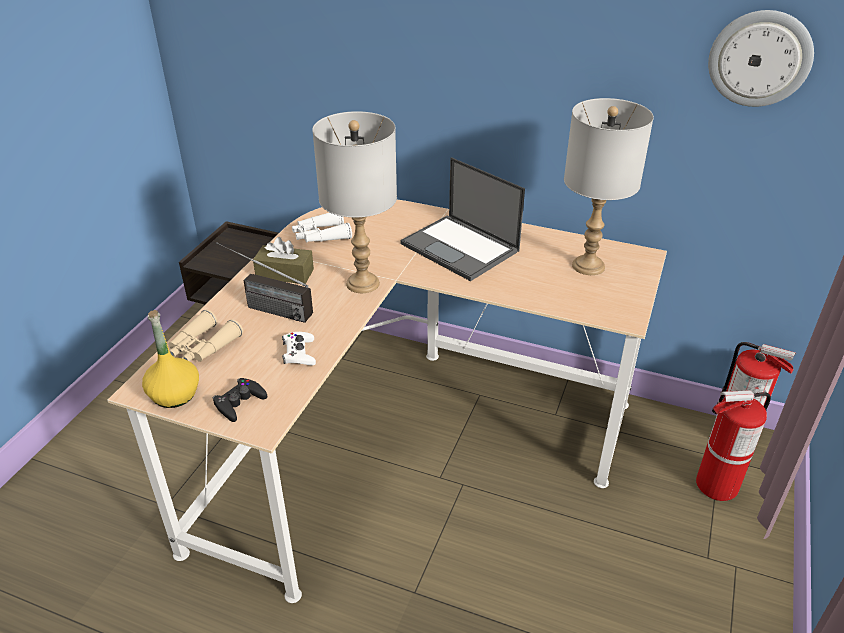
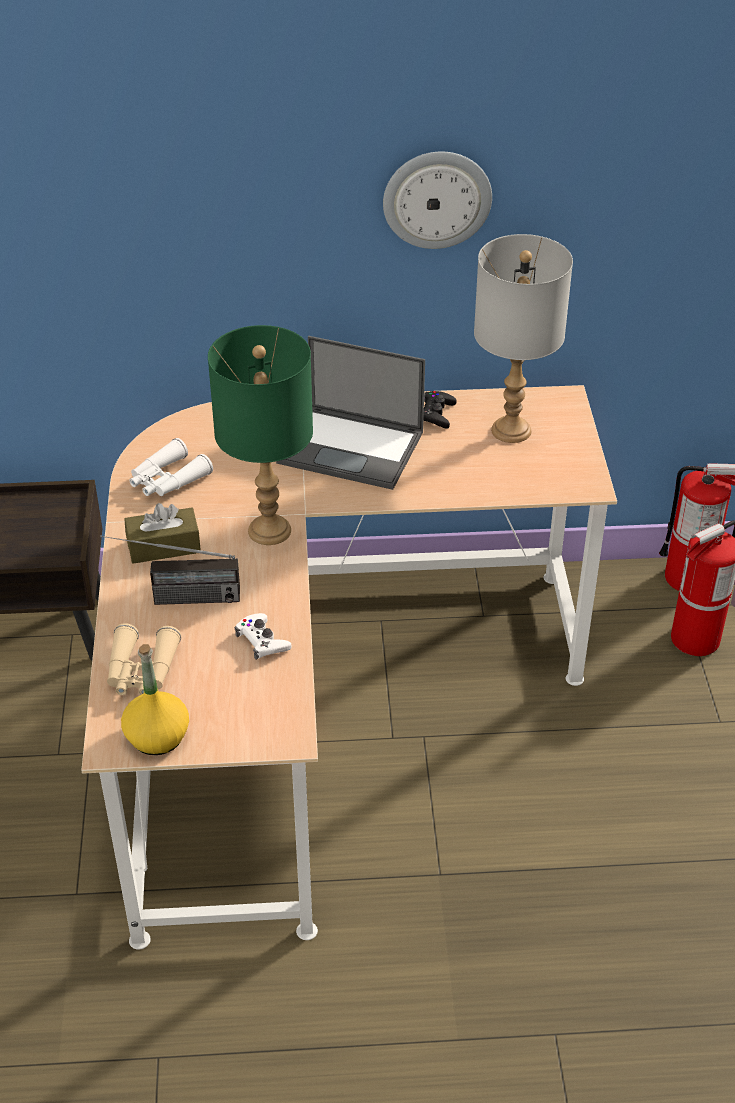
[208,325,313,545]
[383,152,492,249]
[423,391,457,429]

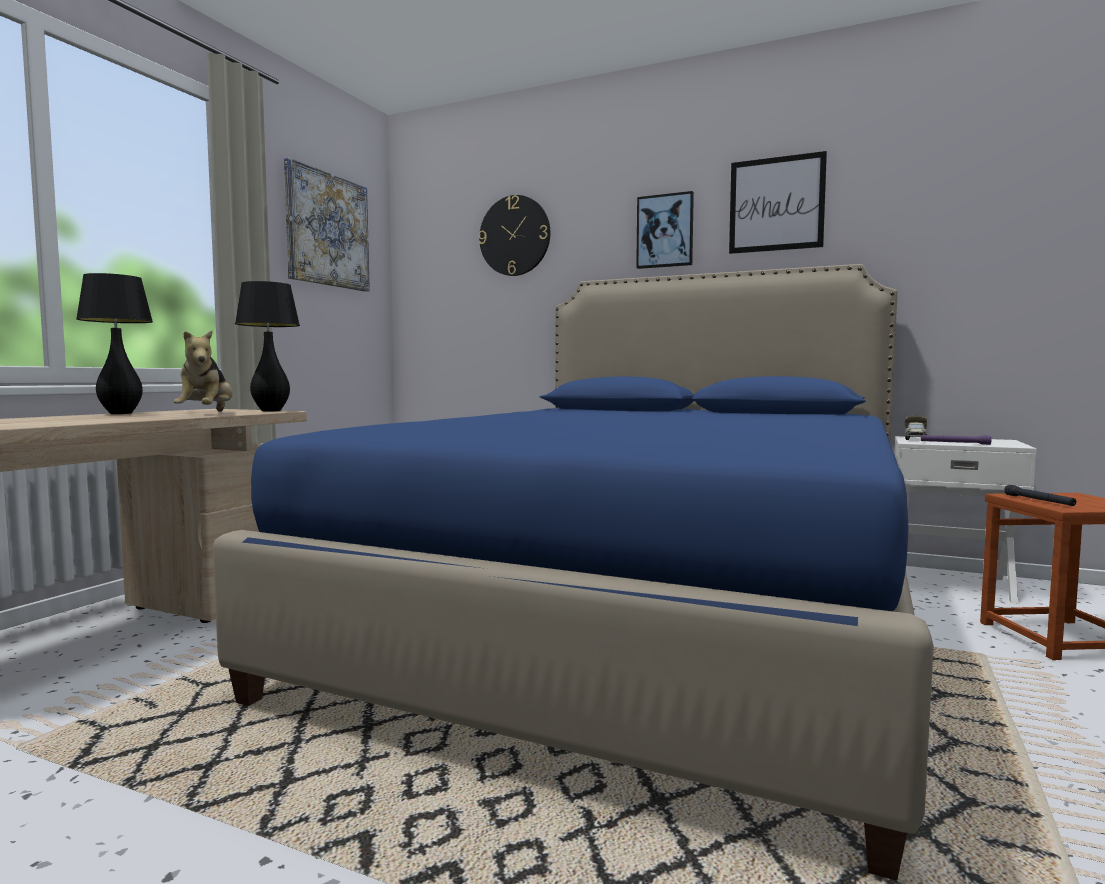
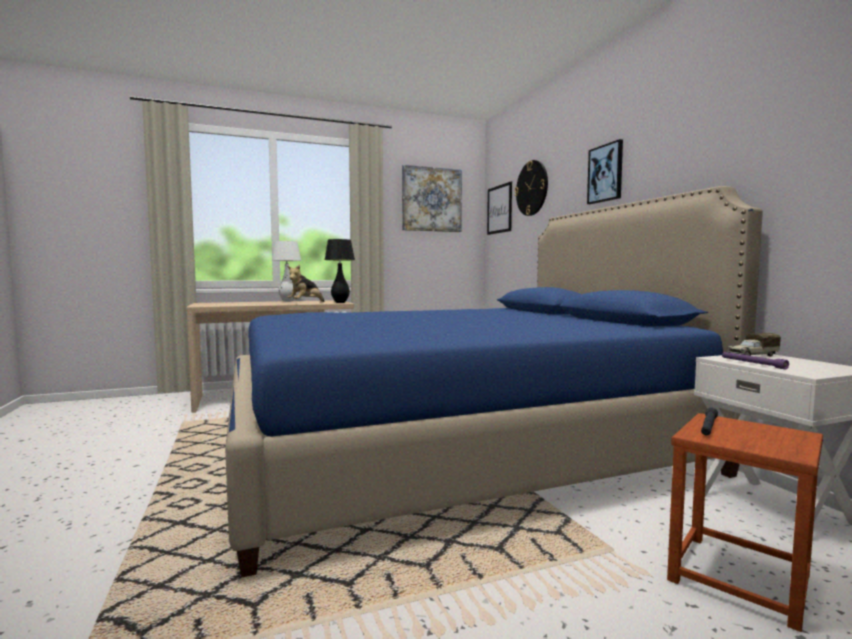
[272,241,301,302]
[487,181,512,235]

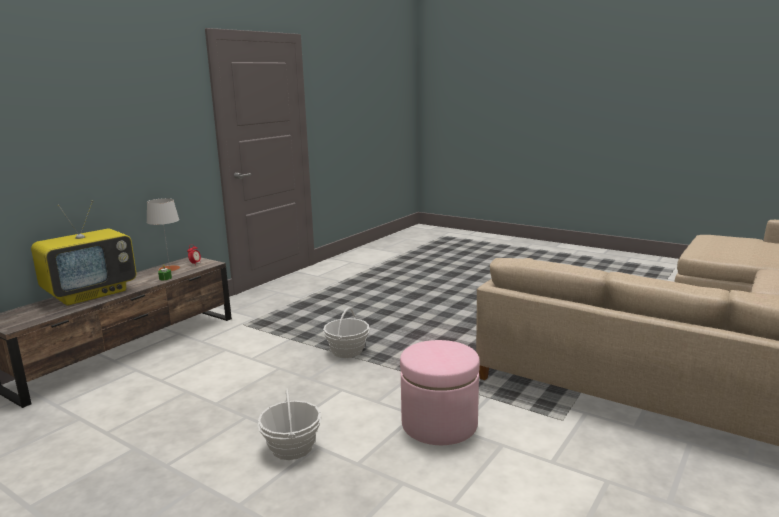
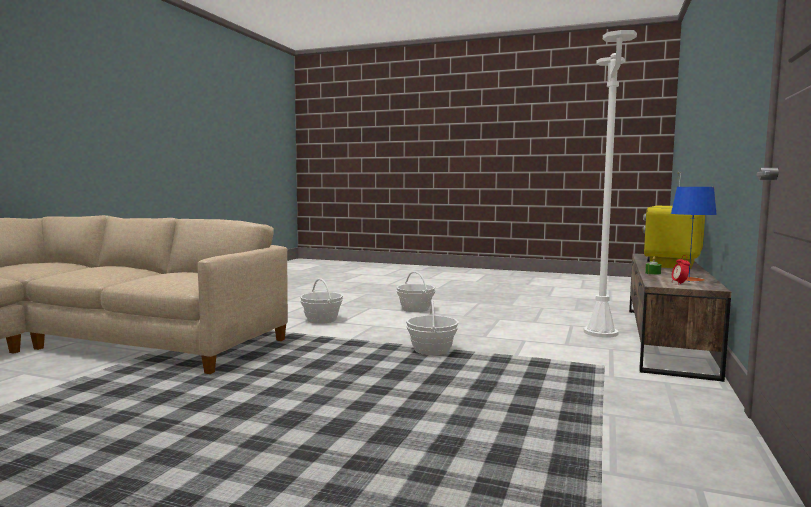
[300,278,343,324]
[584,30,637,338]
[671,187,717,281]

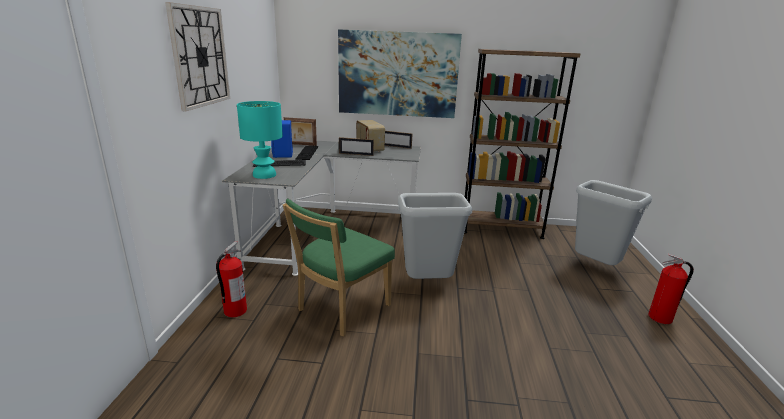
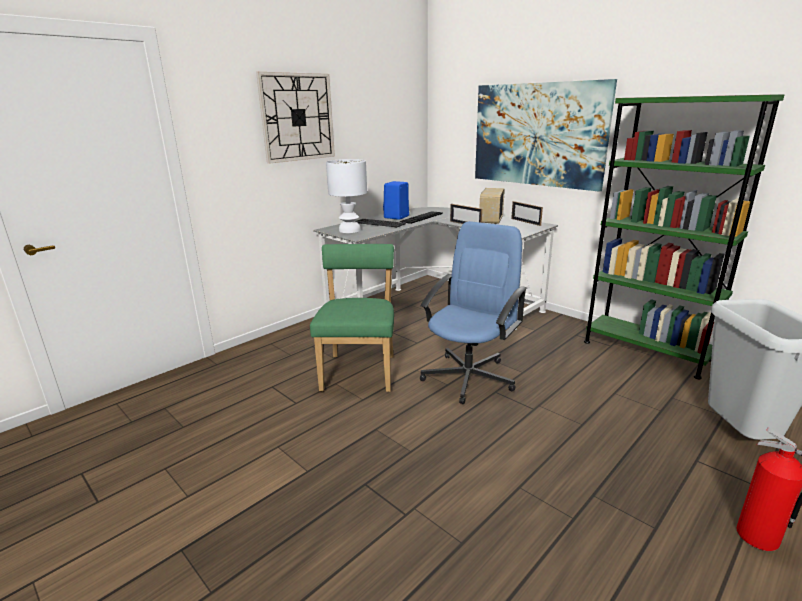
[310,244,394,392]
[326,159,367,233]
[420,221,527,404]
[584,94,784,379]
[216,241,247,317] (first image)
[284,117,317,146] (first image)

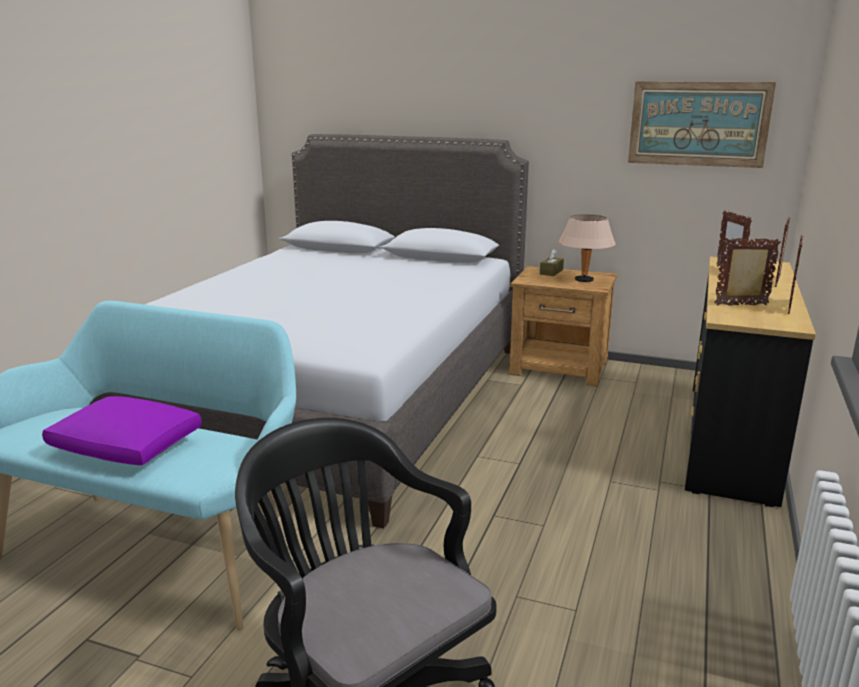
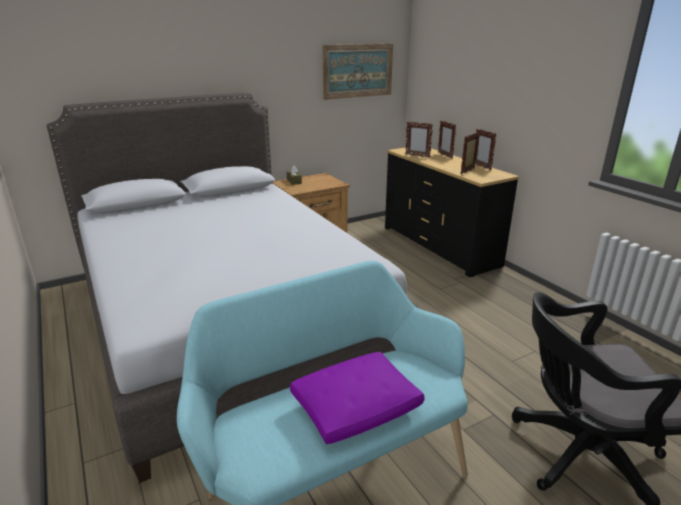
[558,214,616,282] (first image)

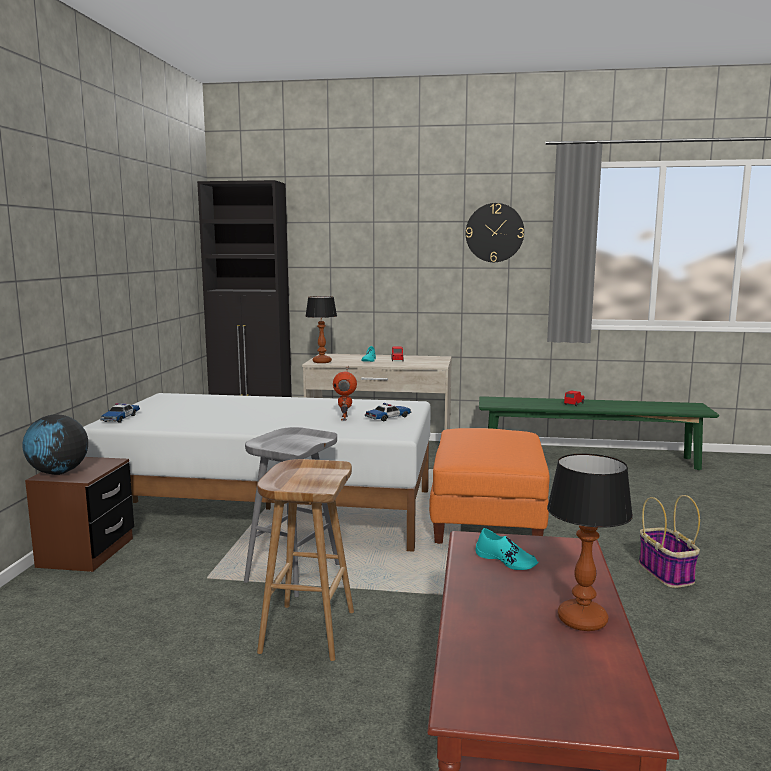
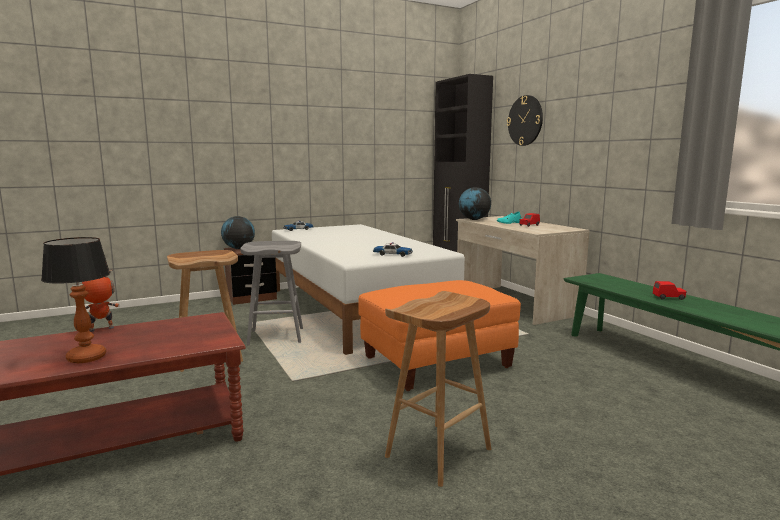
[81,269,120,332]
[385,291,491,487]
[459,187,491,220]
[507,95,543,146]
[475,528,538,570] (first image)

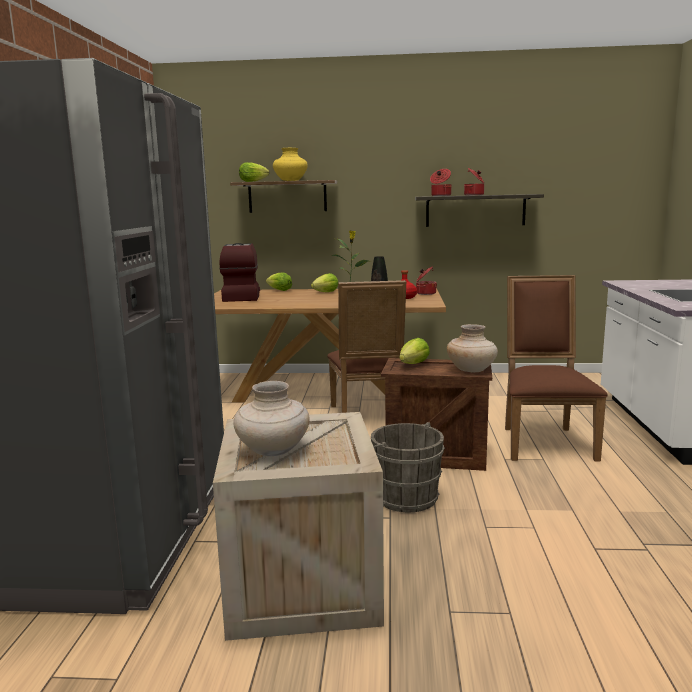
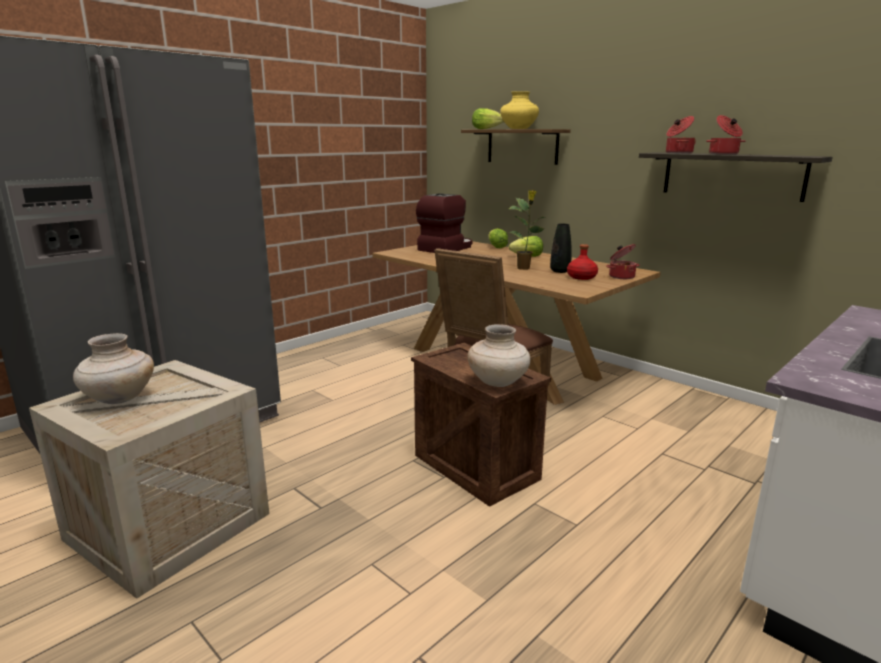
[371,422,445,512] (first image)
[399,338,430,364] (first image)
[505,275,608,461] (first image)

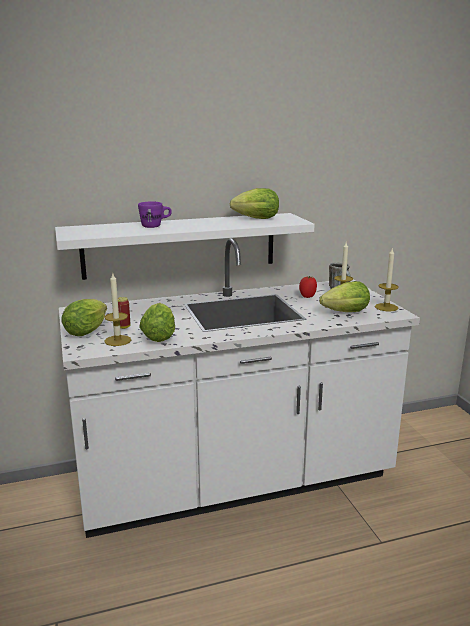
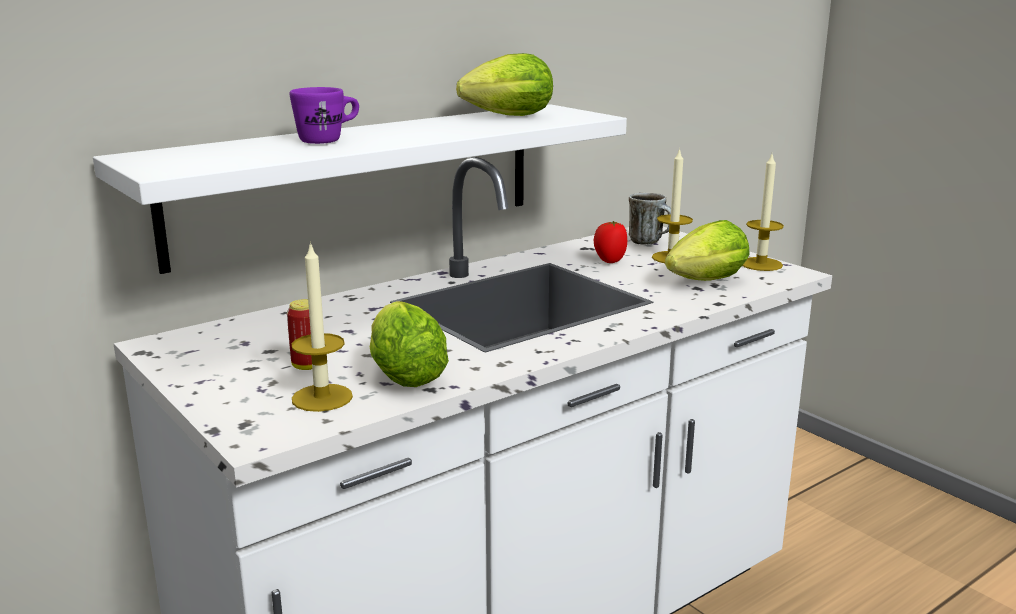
[61,299,107,336] (first image)

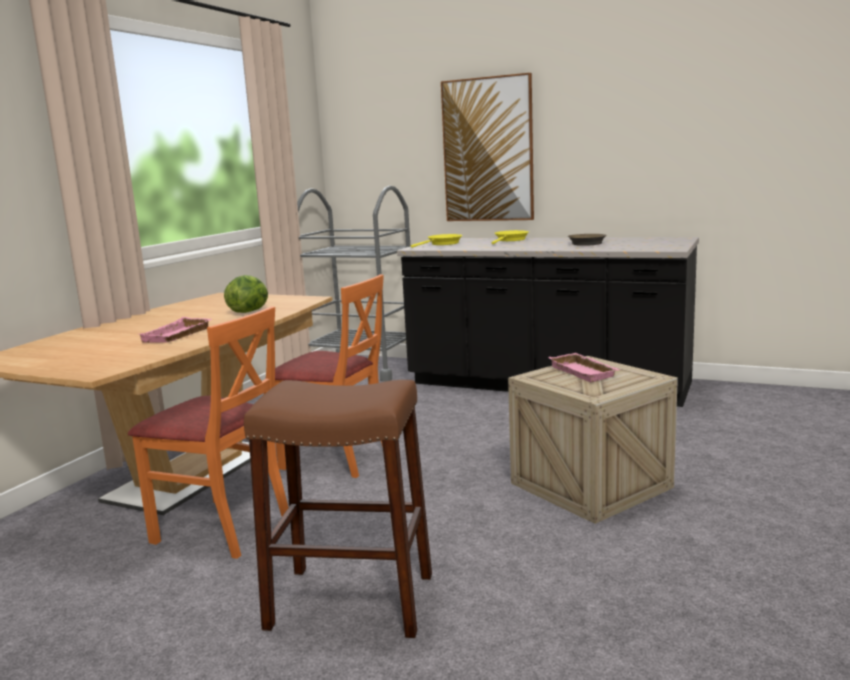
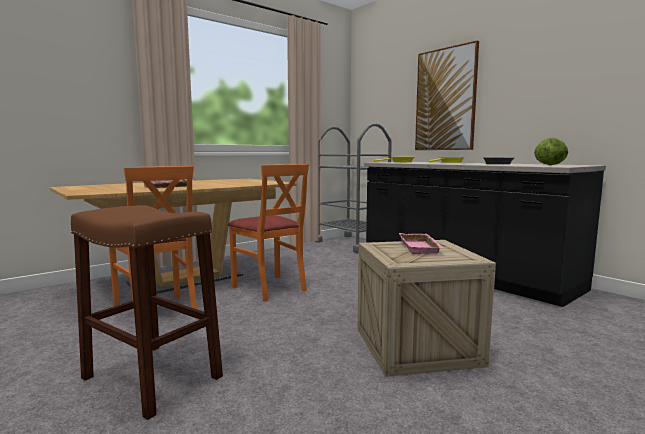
[534,137,568,165]

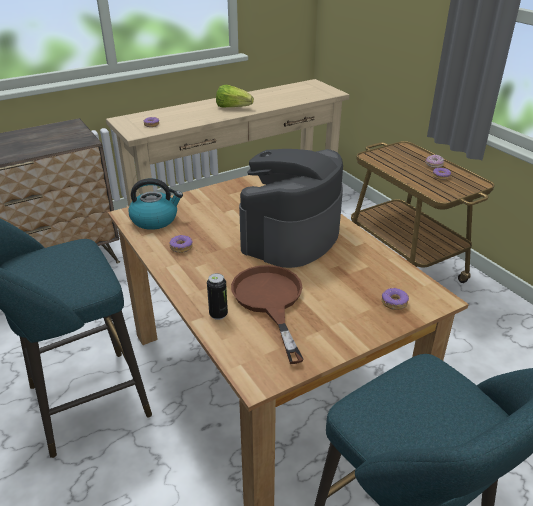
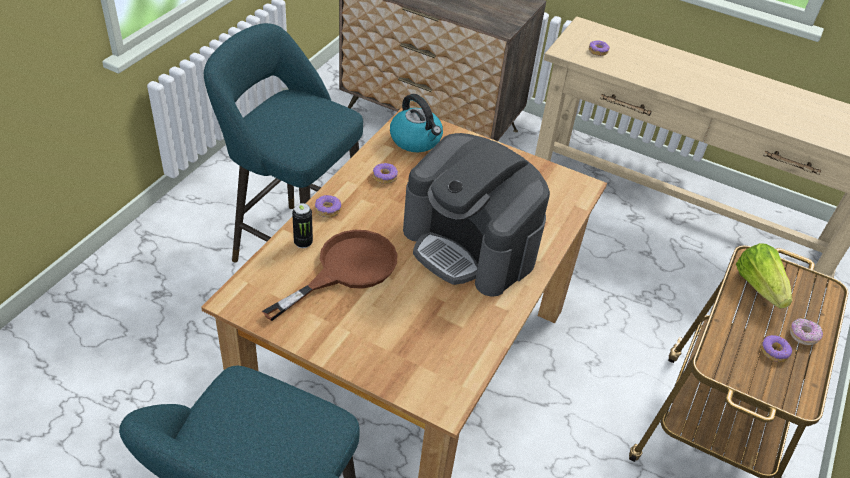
[315,195,341,218]
[403,133,550,297]
[736,243,792,308]

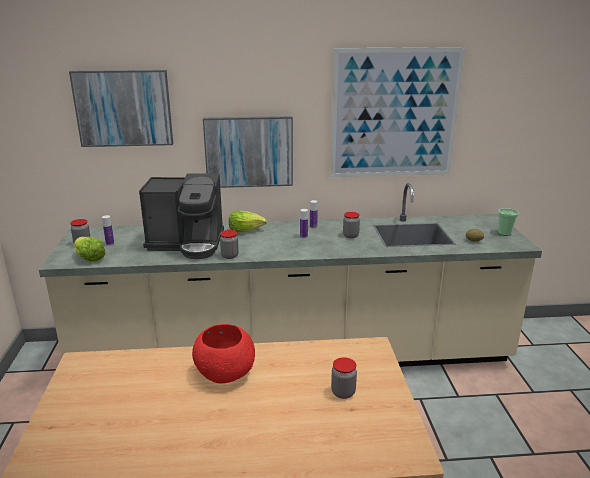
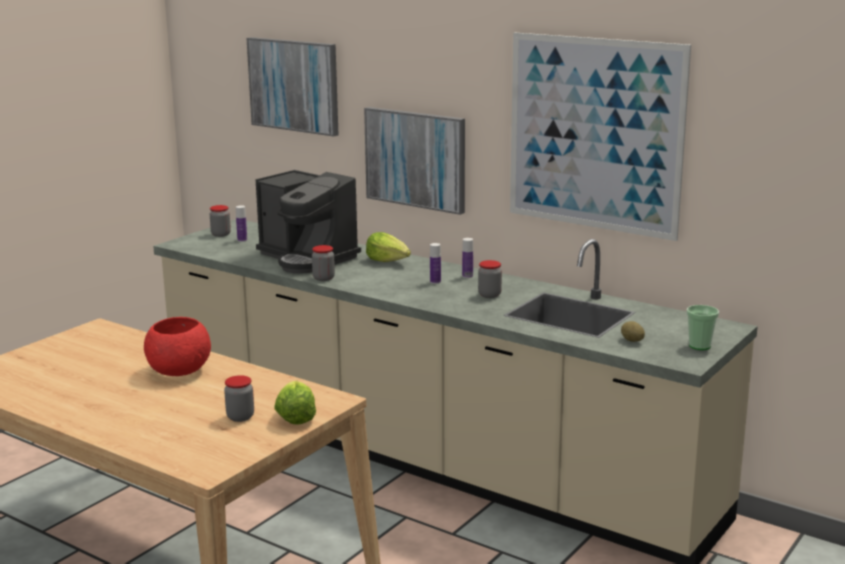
[274,381,316,425]

